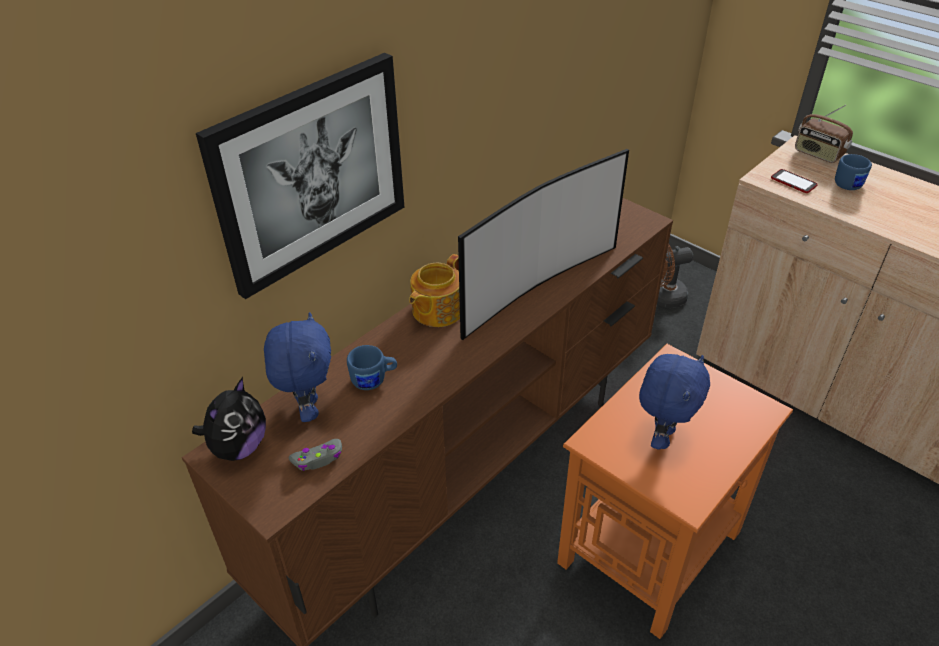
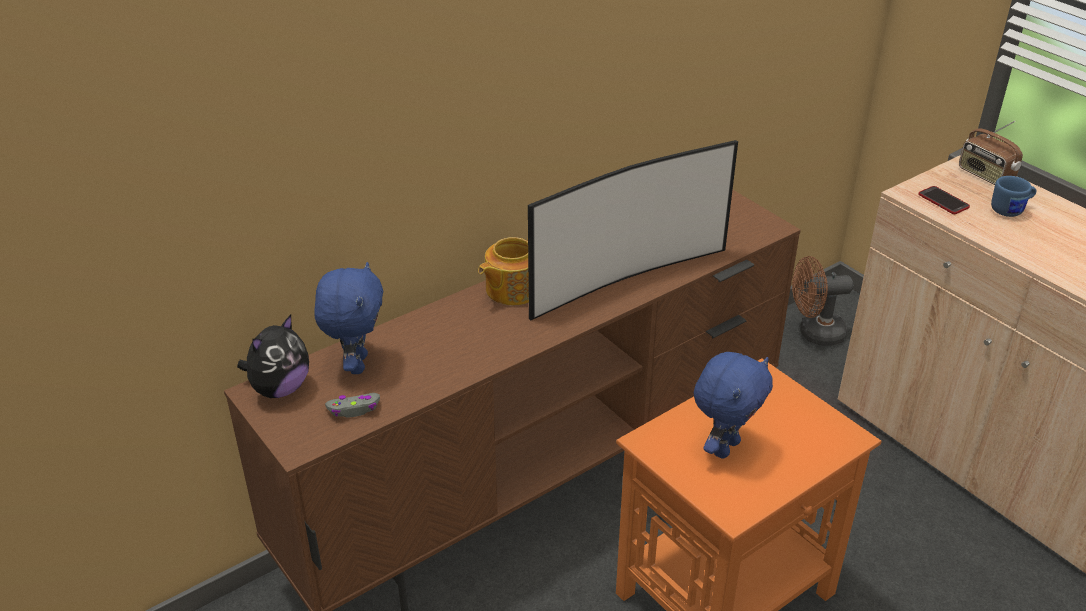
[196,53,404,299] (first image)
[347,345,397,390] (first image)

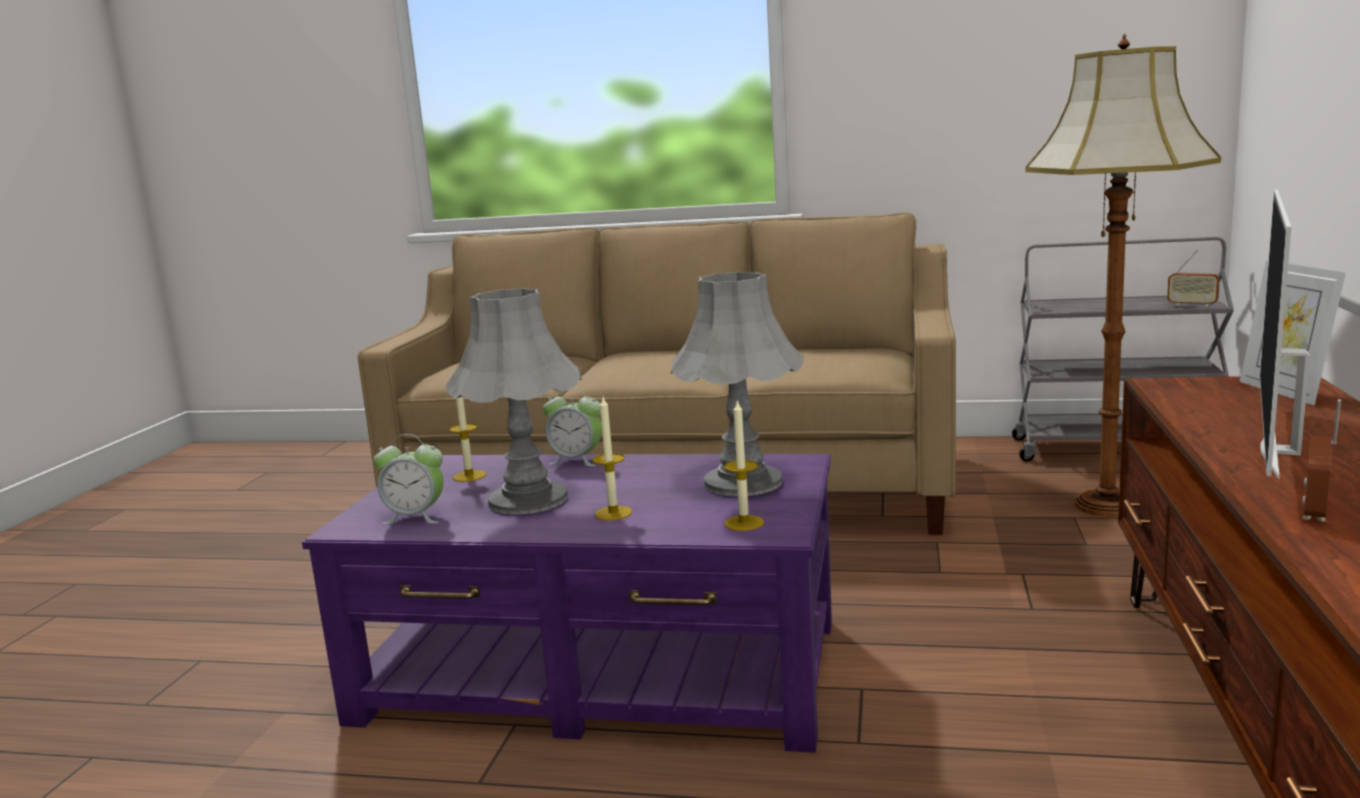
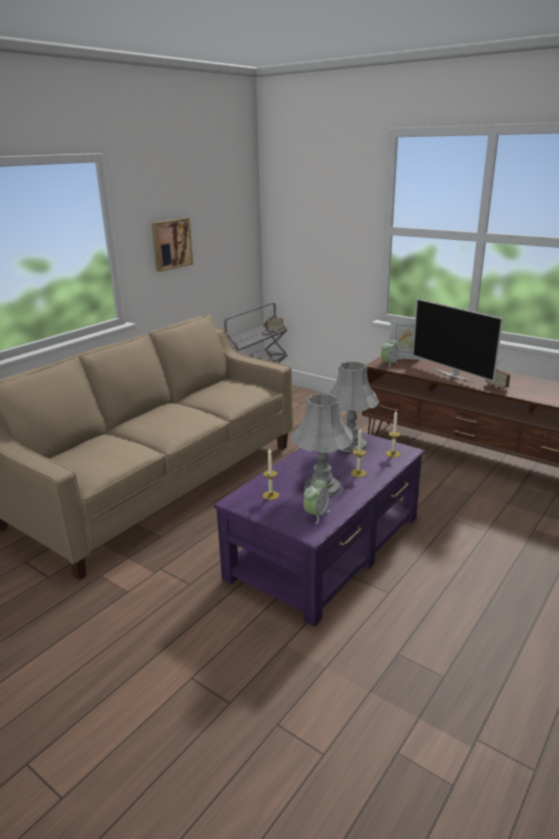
[152,218,193,272]
[381,338,399,368]
[1026,33,1221,517] (first image)

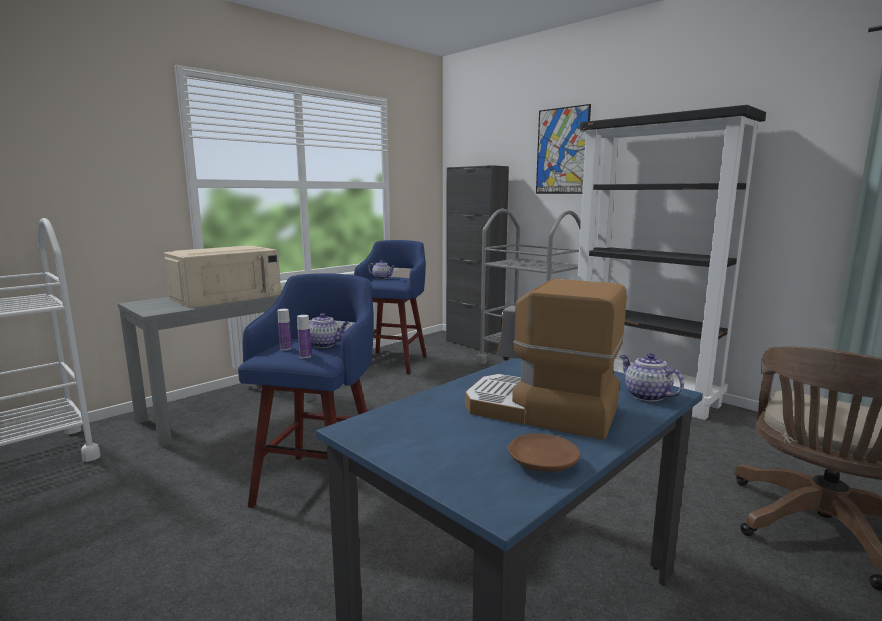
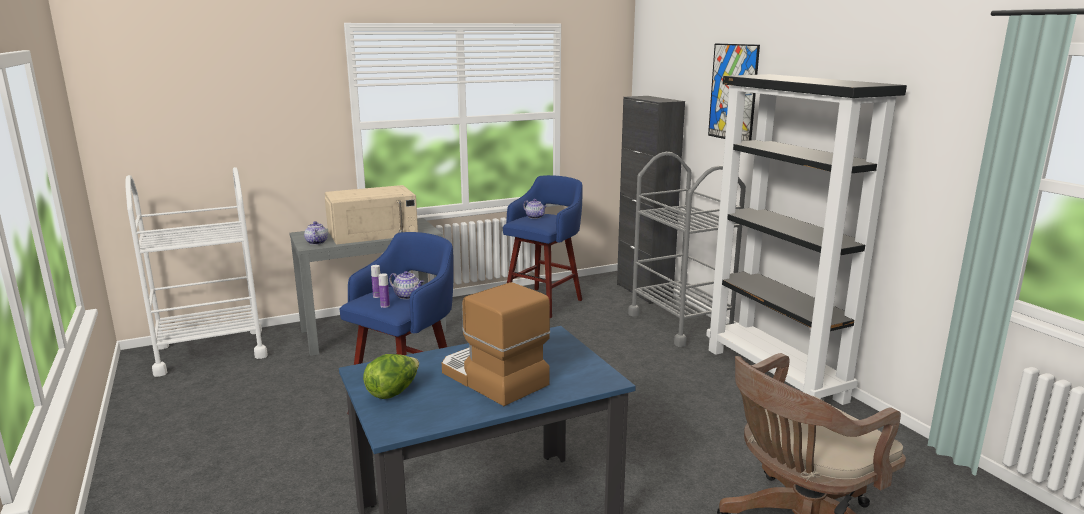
[304,221,328,245]
[363,354,419,399]
[508,433,580,472] (first image)

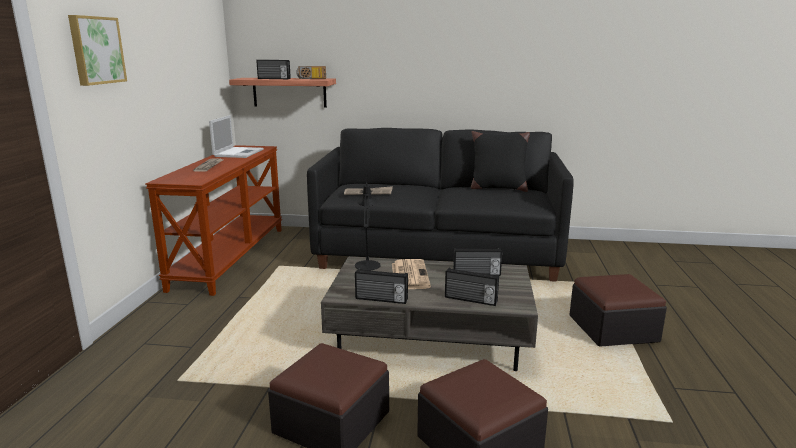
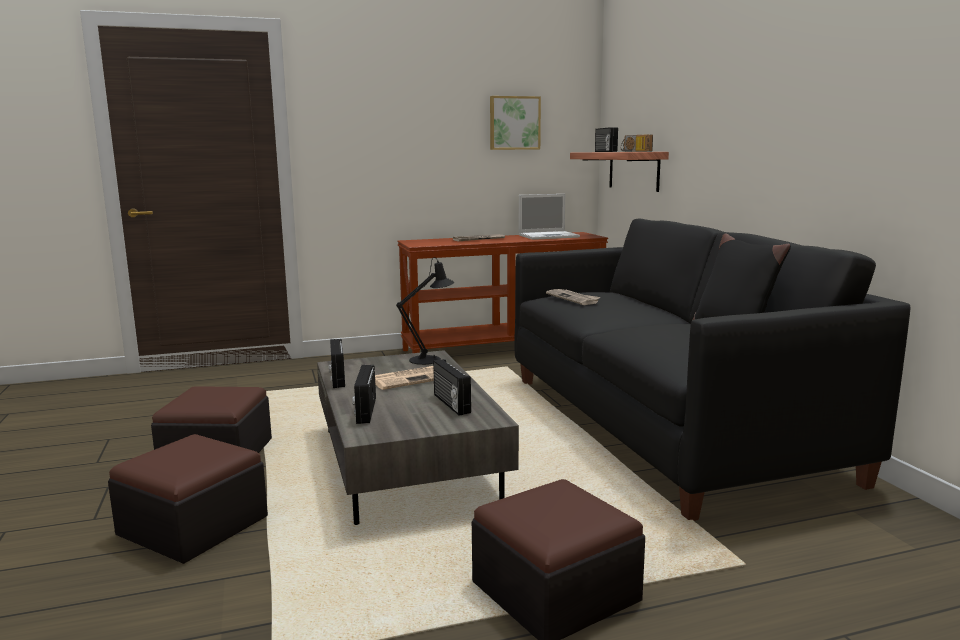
[490,96,541,150]

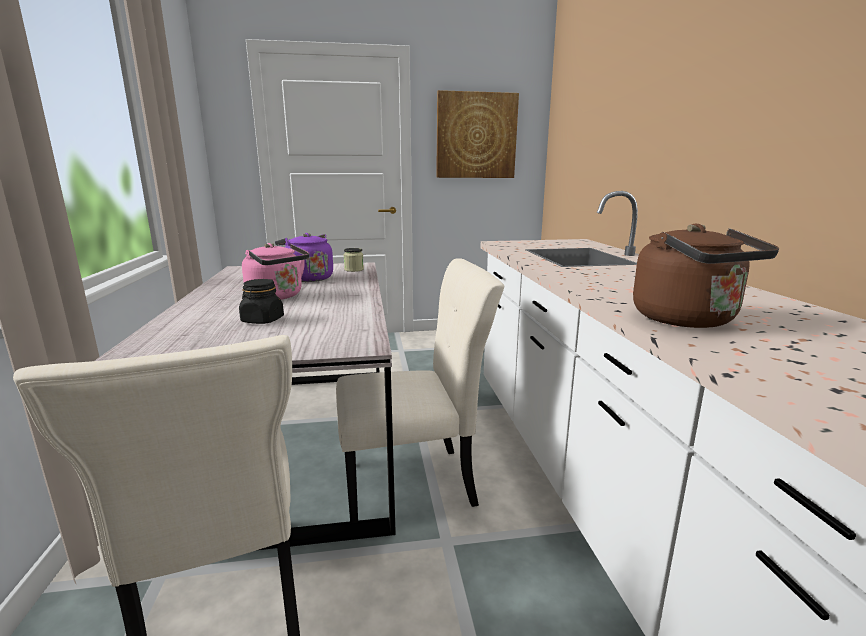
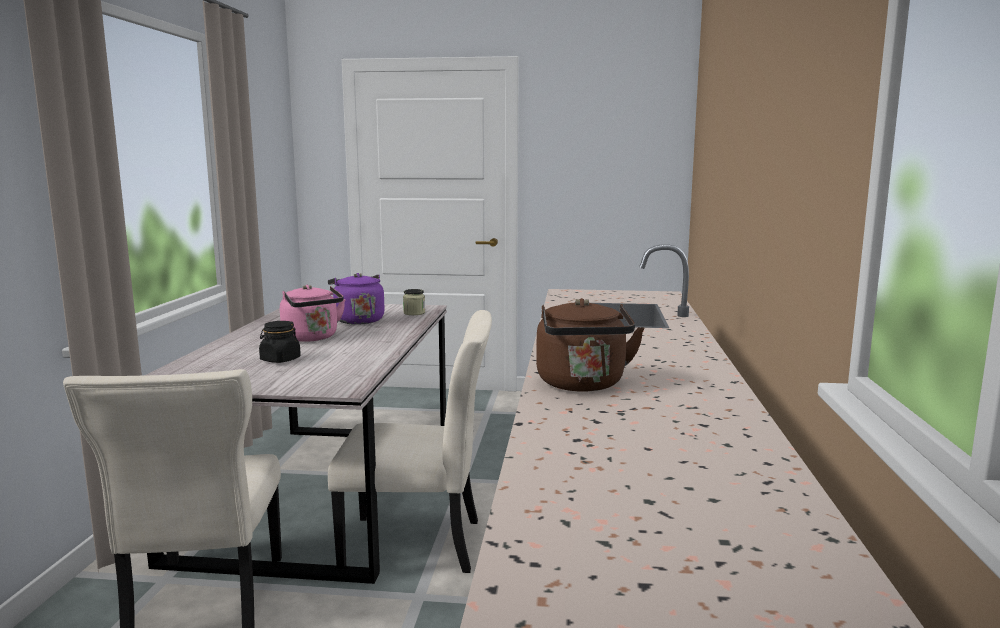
[436,90,519,178] (first image)

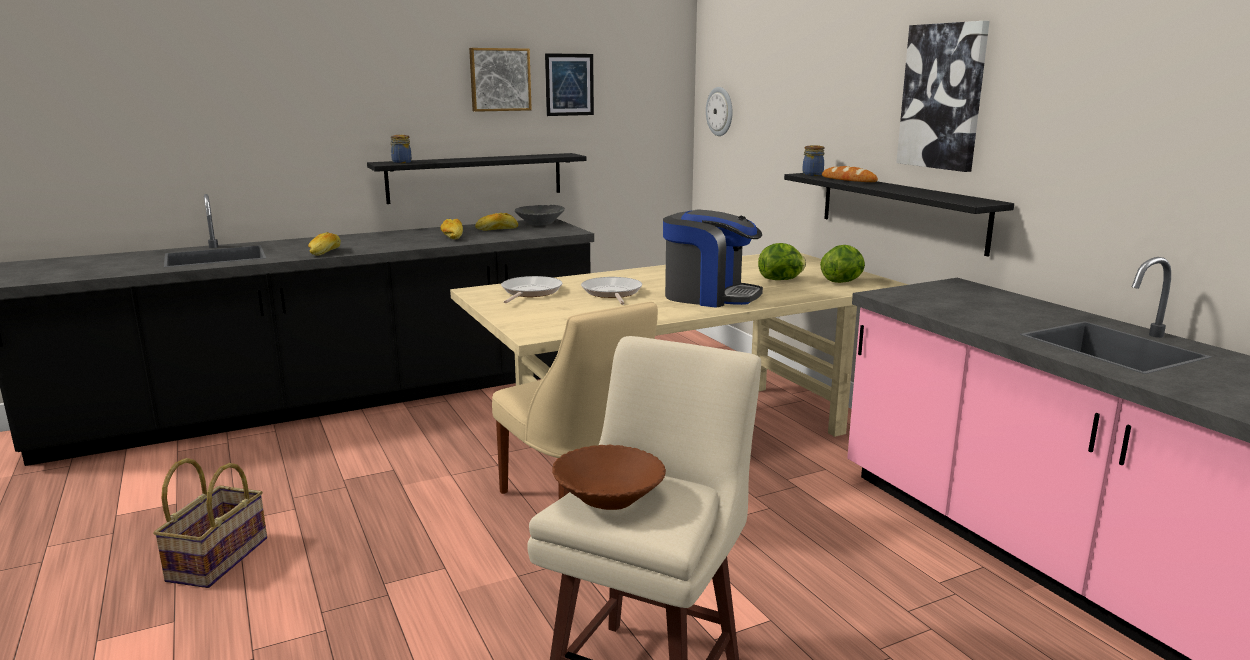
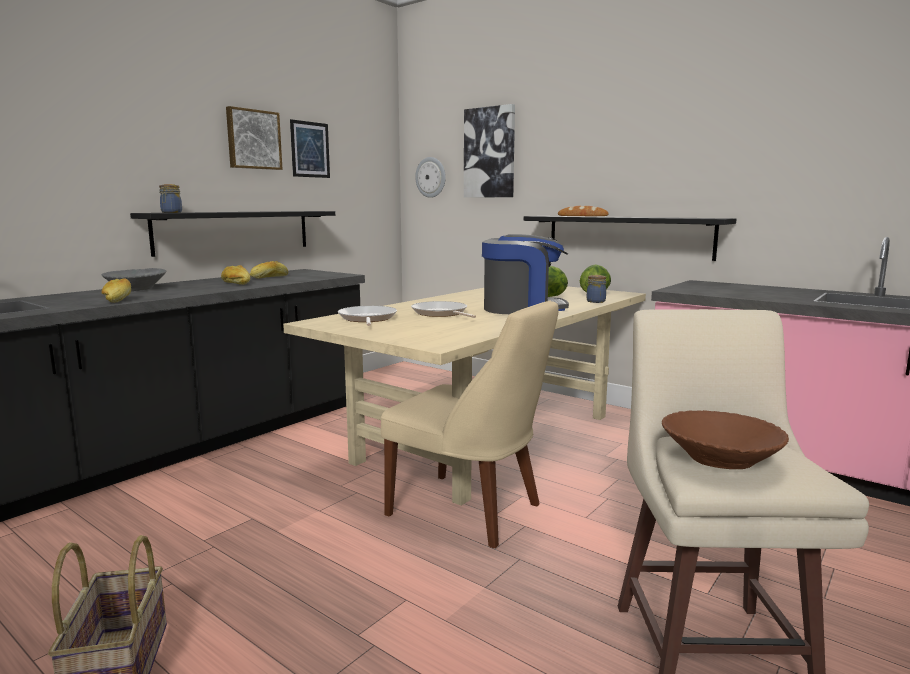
[102,268,166,291]
[464,104,515,198]
[587,275,606,303]

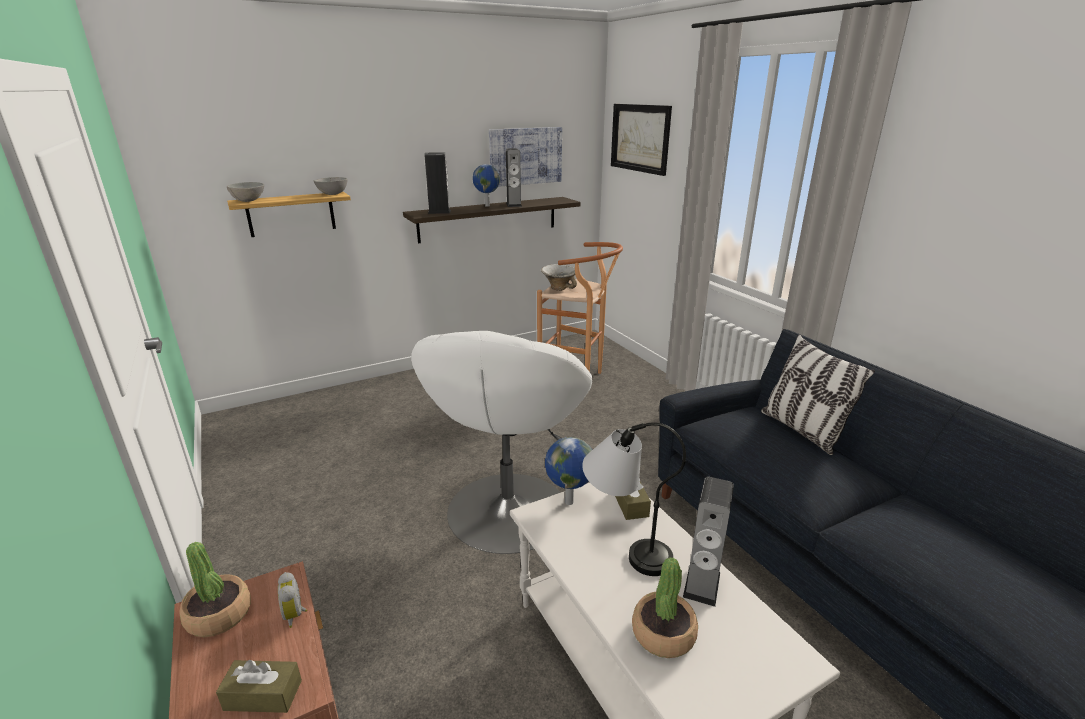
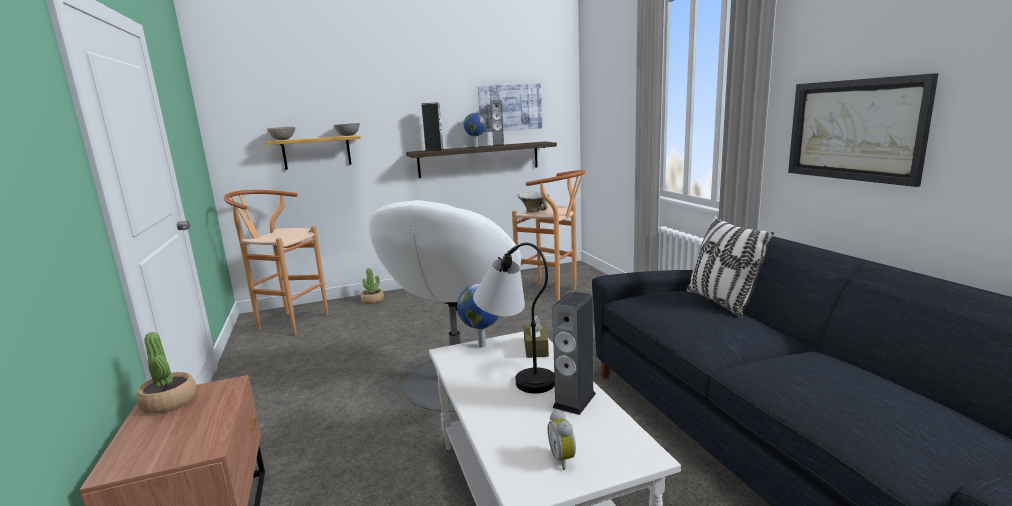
[224,190,328,335]
[361,268,384,304]
[548,410,576,470]
[788,73,939,187]
[216,660,302,713] (first image)

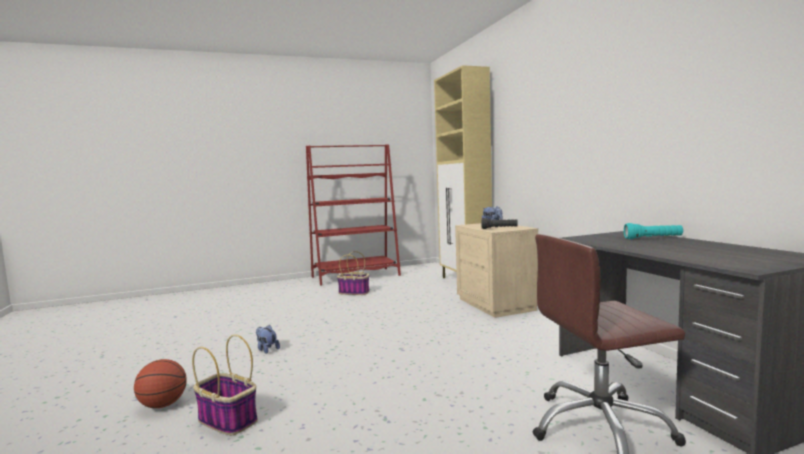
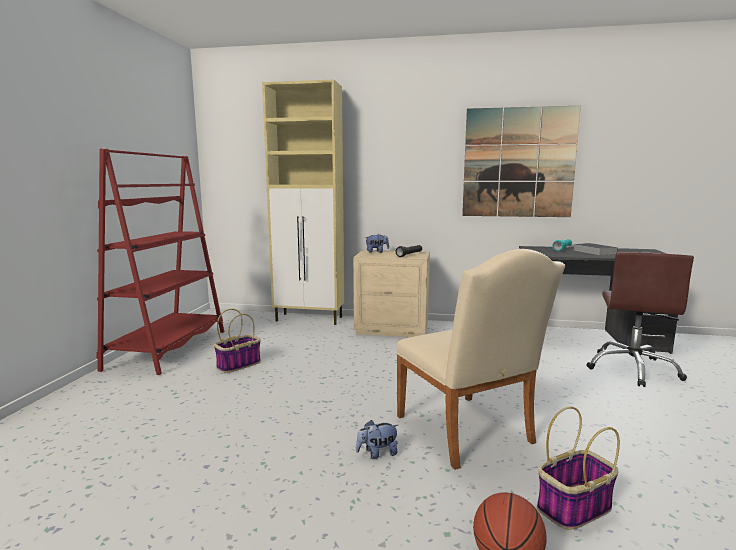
[396,249,565,470]
[462,106,581,217]
[574,243,618,255]

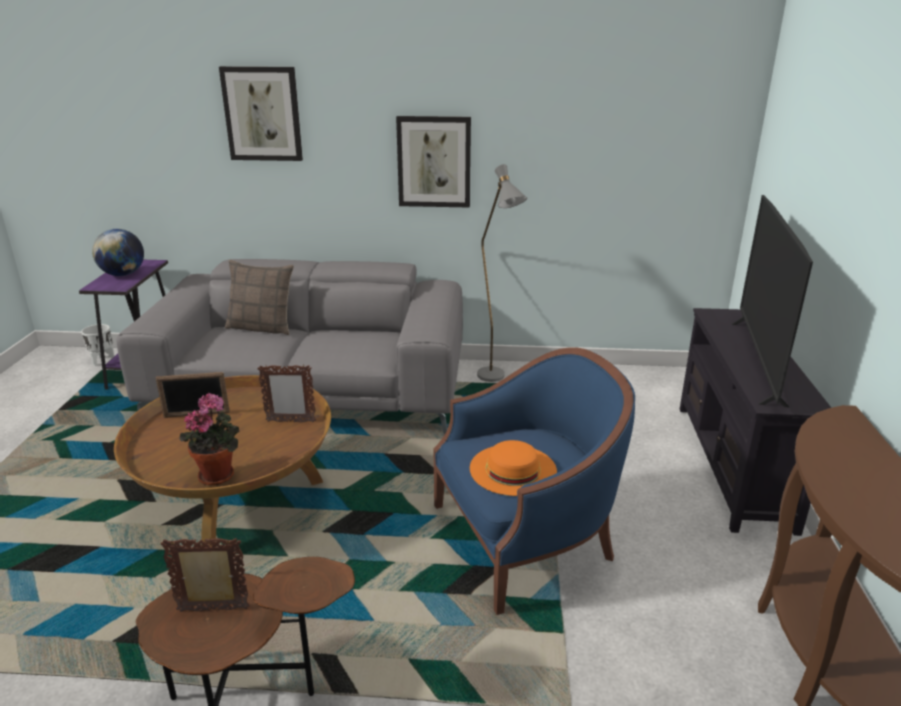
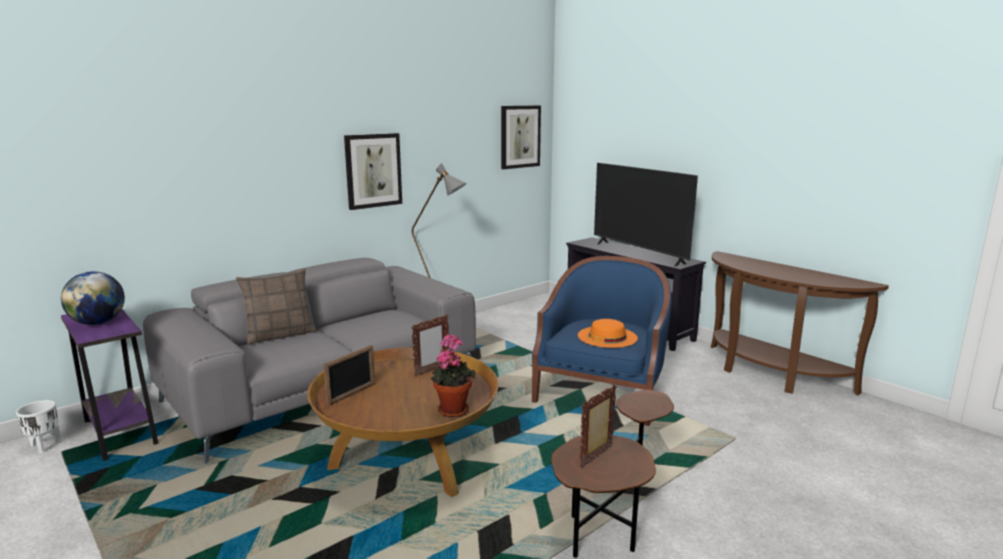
[501,105,541,169]

